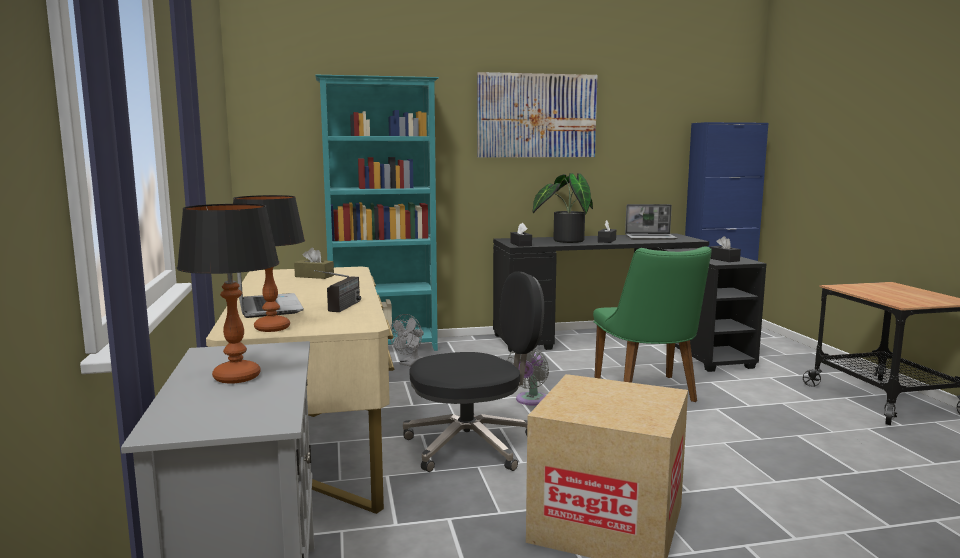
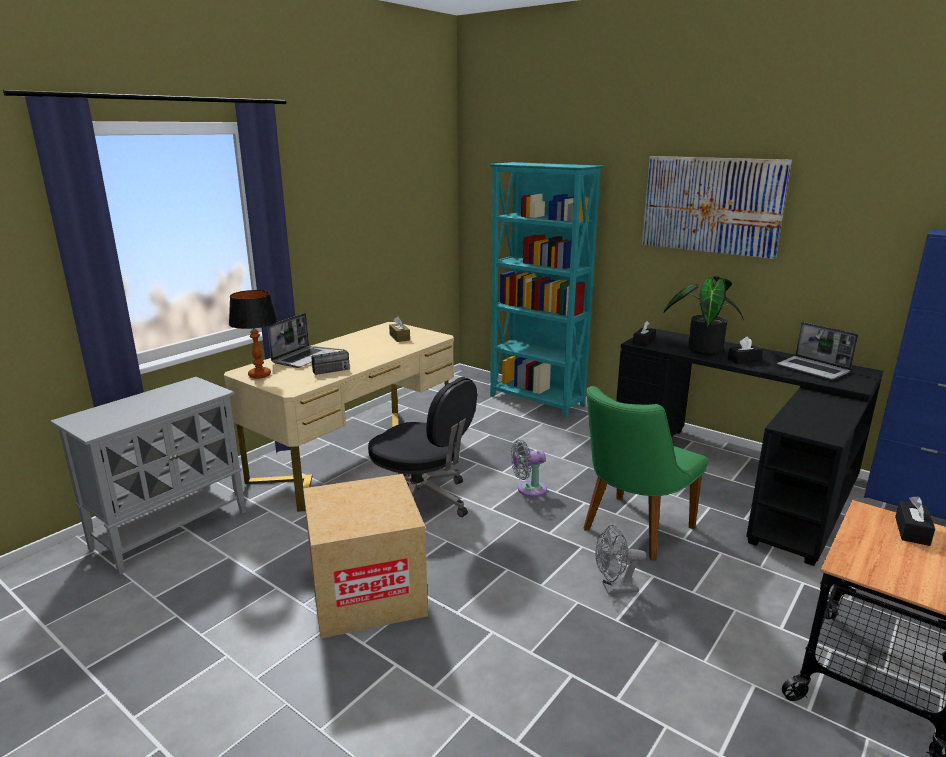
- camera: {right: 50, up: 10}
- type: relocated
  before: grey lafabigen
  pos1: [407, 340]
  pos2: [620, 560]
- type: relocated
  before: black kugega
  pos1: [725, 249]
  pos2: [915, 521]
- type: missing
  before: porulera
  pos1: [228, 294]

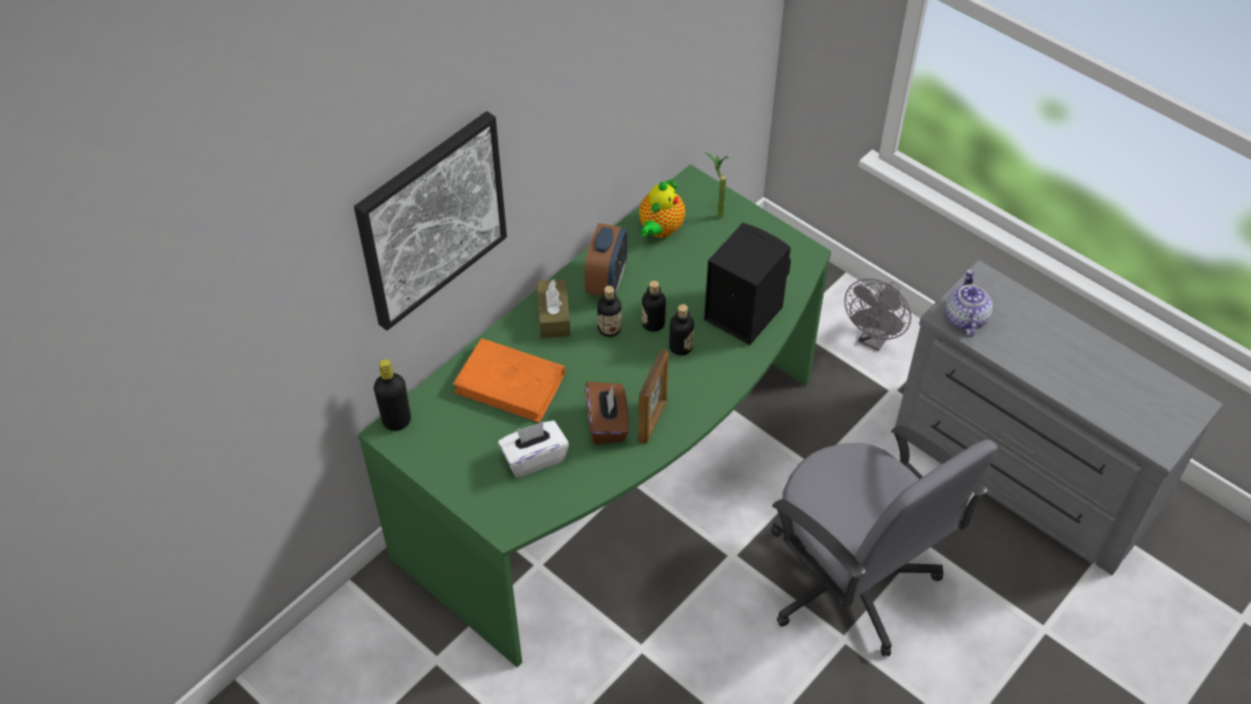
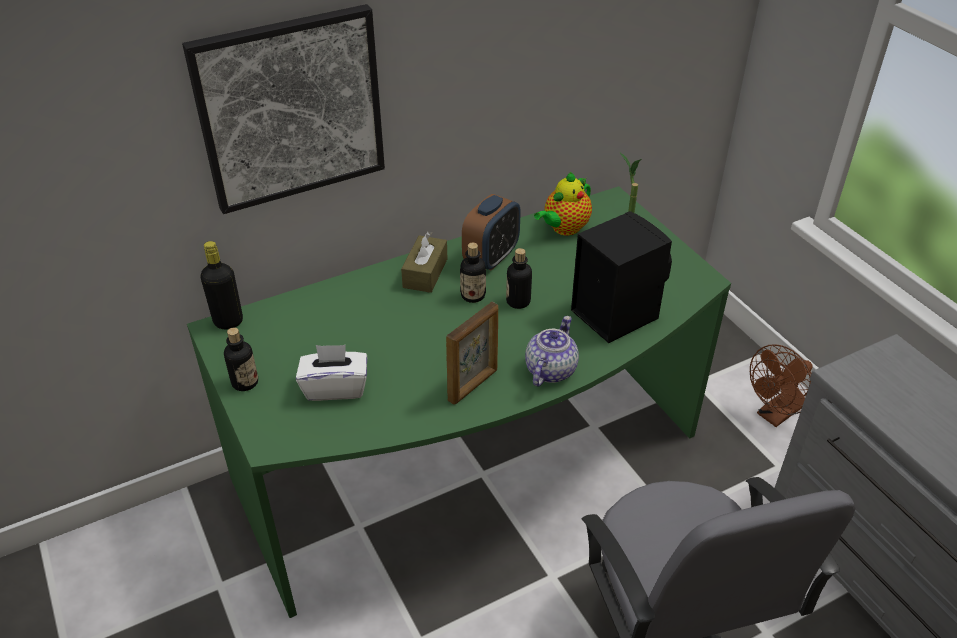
- camera: {right: 20, up: -10}
- type: relocated
  before: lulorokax
  pos1: [681, 330]
  pos2: [241, 359]
- type: relocated
  before: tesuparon
  pos1: [969, 303]
  pos2: [552, 351]
- type: colour
  before: grey lafabigen
  after: brown lafabigen
  pos1: [877, 315]
  pos2: [781, 385]
- type: missing
  before: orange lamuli
  pos1: [509, 380]
- type: missing
  before: brown kugega
  pos1: [607, 413]

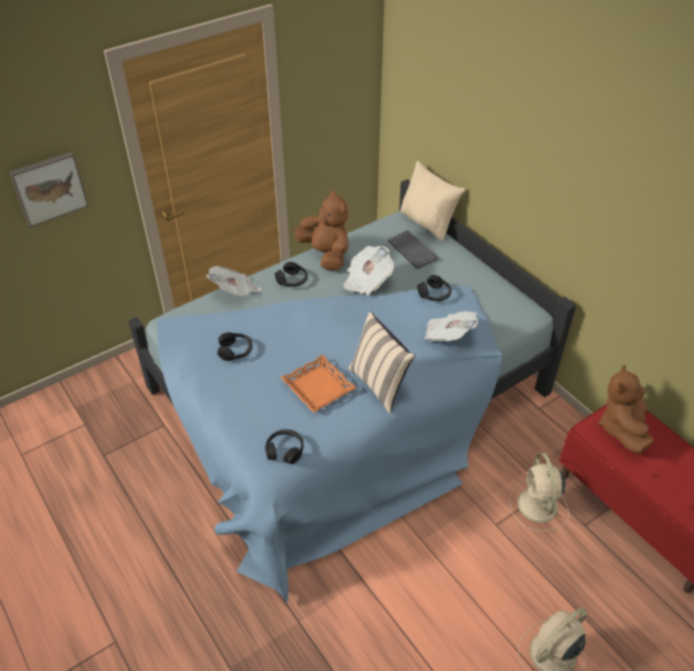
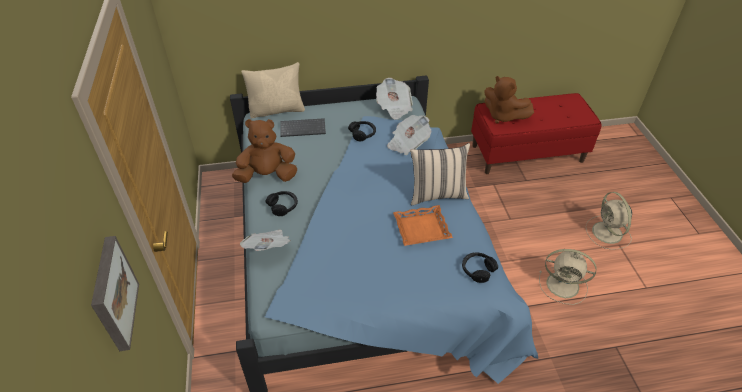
- camera: {right: -65, up: 0}
- type: relocated
  before: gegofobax
  pos1: [368, 270]
  pos2: [394, 99]
- type: relocated
  before: beige lafabigen
  pos1: [539, 492]
  pos2: [567, 277]
- type: missing
  before: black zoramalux
  pos1: [235, 346]

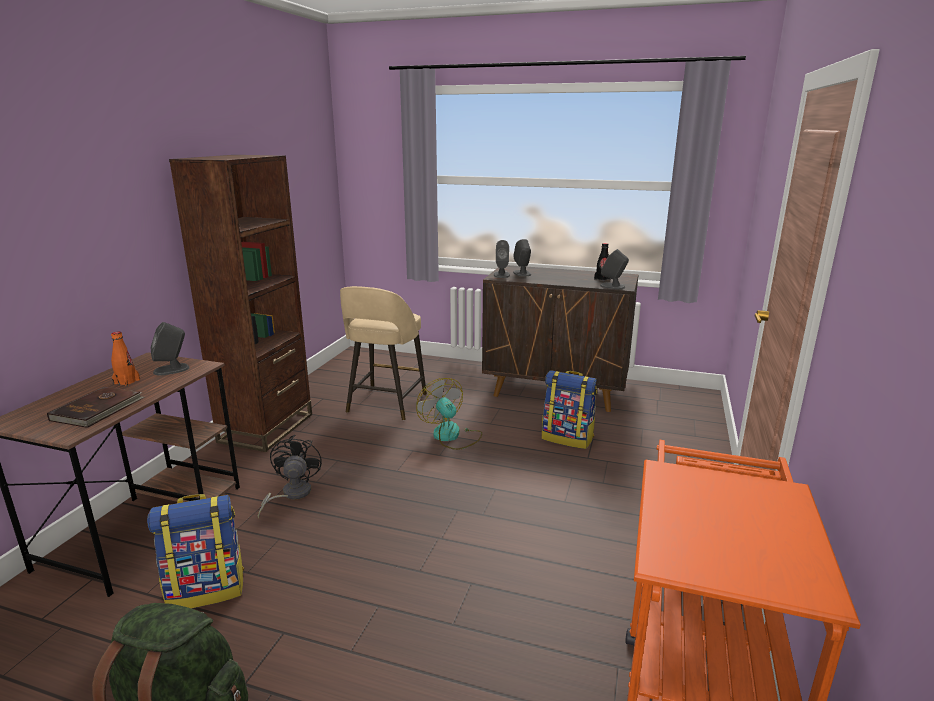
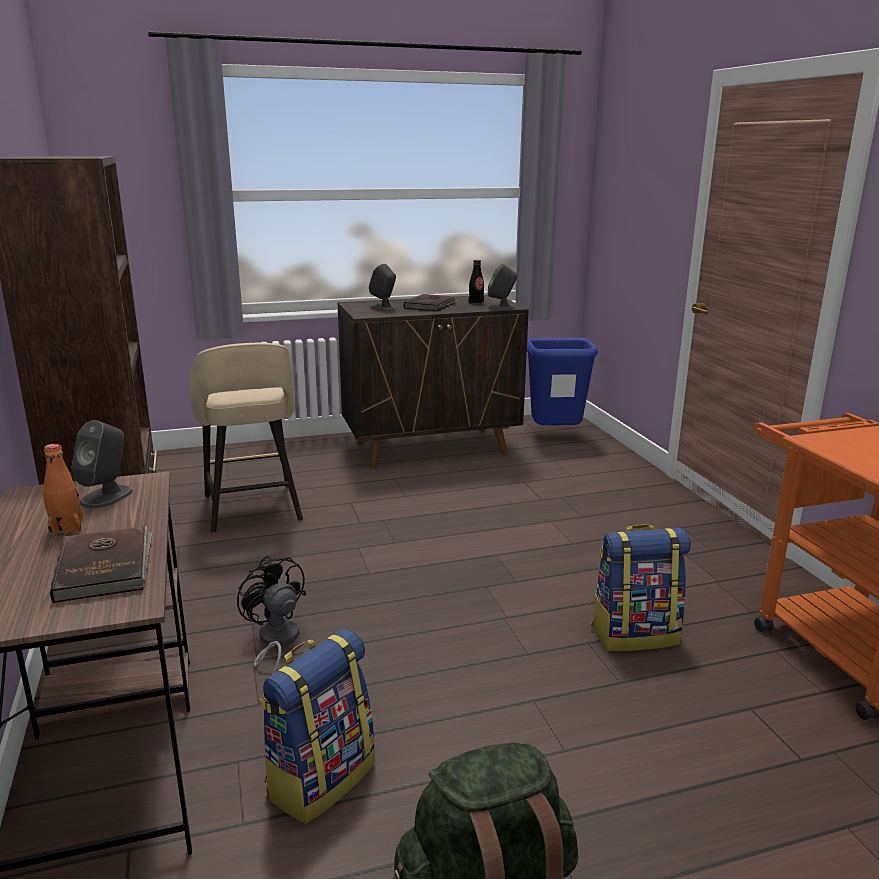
- camera: {right: -35, up: 0}
- type: appeared
  after: brown lamuli
  pos2: [430, 302]
- type: appeared
  after: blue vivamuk
  pos2: [562, 381]
- type: relocated
  before: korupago
  pos1: [569, 409]
  pos2: [641, 587]
- type: missing
  before: lafabigen
  pos1: [449, 414]
- type: missing
  before: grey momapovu
  pos1: [502, 259]

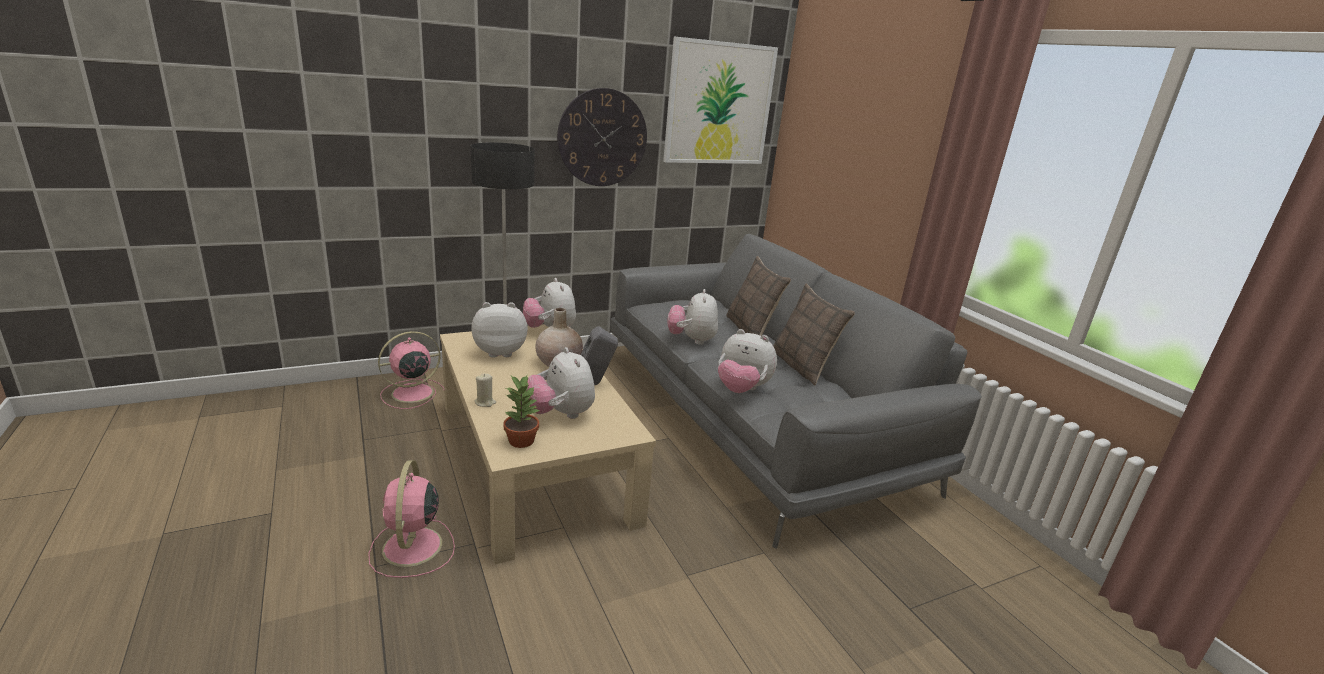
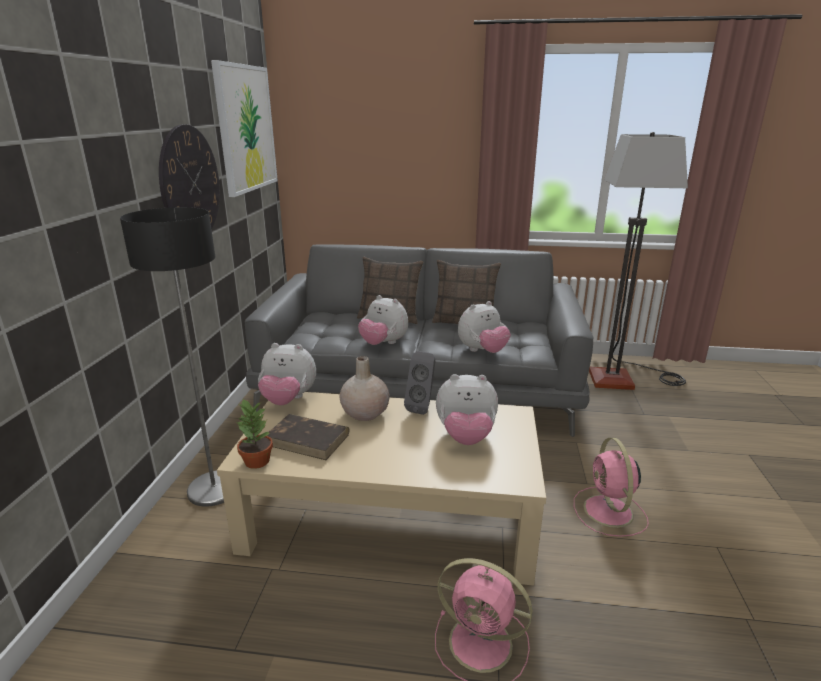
- camera: {right: -55, up: 0}
- type: relocated
  before: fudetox
  pos1: [522, 411]
  pos2: [255, 434]
- type: exchanged
  before: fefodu
  after: brown lamuli
  pos1: [499, 330]
  pos2: [308, 437]
- type: relocated
  before: pink lafabigen
  pos1: [411, 370]
  pos2: [611, 487]
- type: appeared
  after: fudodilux
  pos2: [638, 261]
- type: missing
  before: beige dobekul
  pos1: [485, 390]

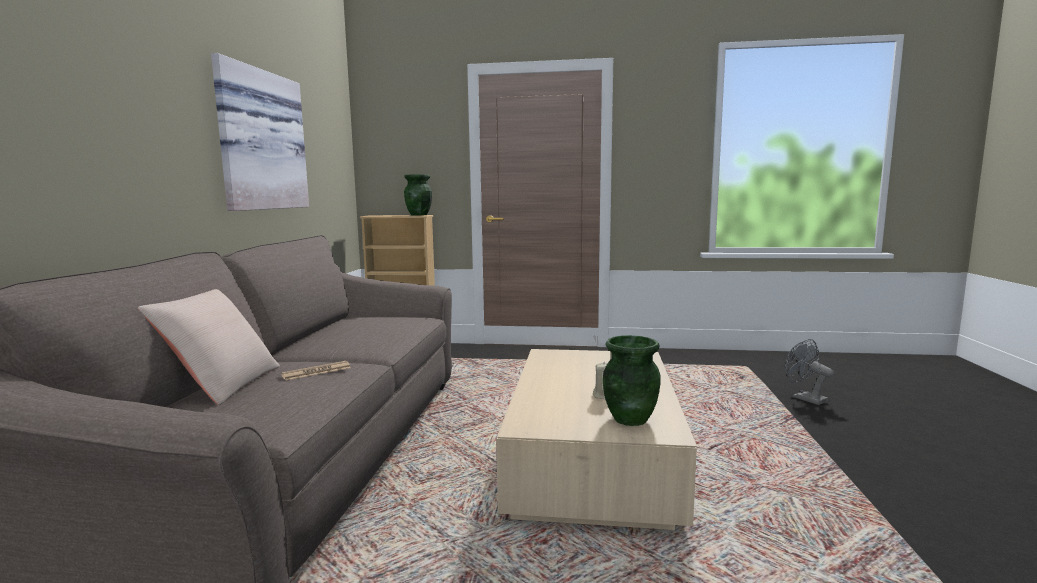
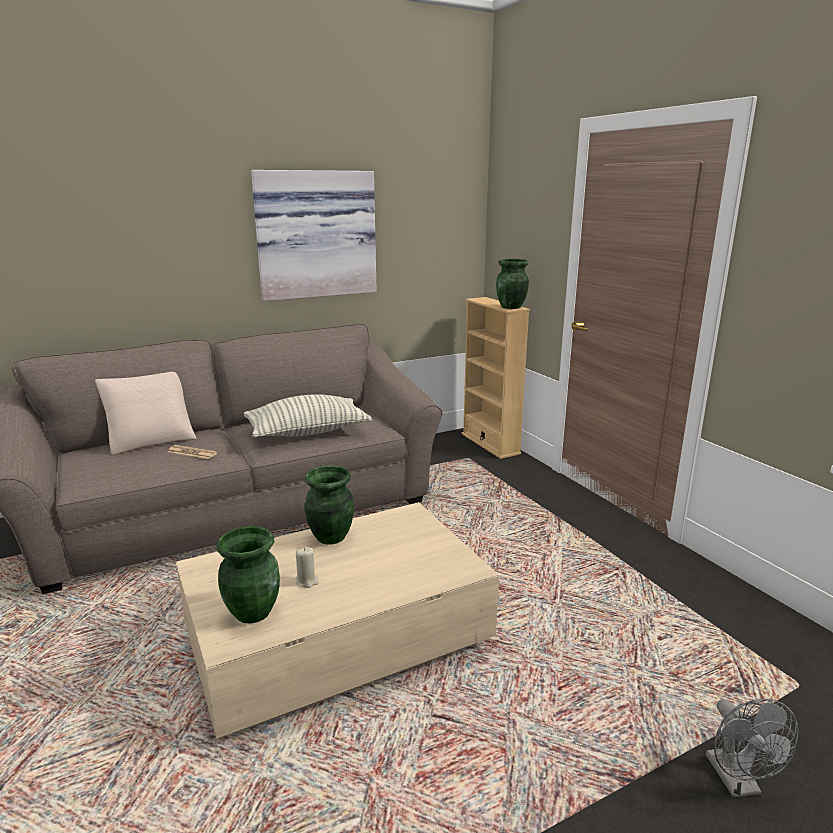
- camera: {right: 55, up: 10}
- type: appeared
  after: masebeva
  pos2: [308, 416]
- type: appeared
  after: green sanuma
  pos2: [329, 504]
- type: spun
  before: grey lafabigen
  pos1: [809, 372]
  pos2: [752, 748]
  turn: 150

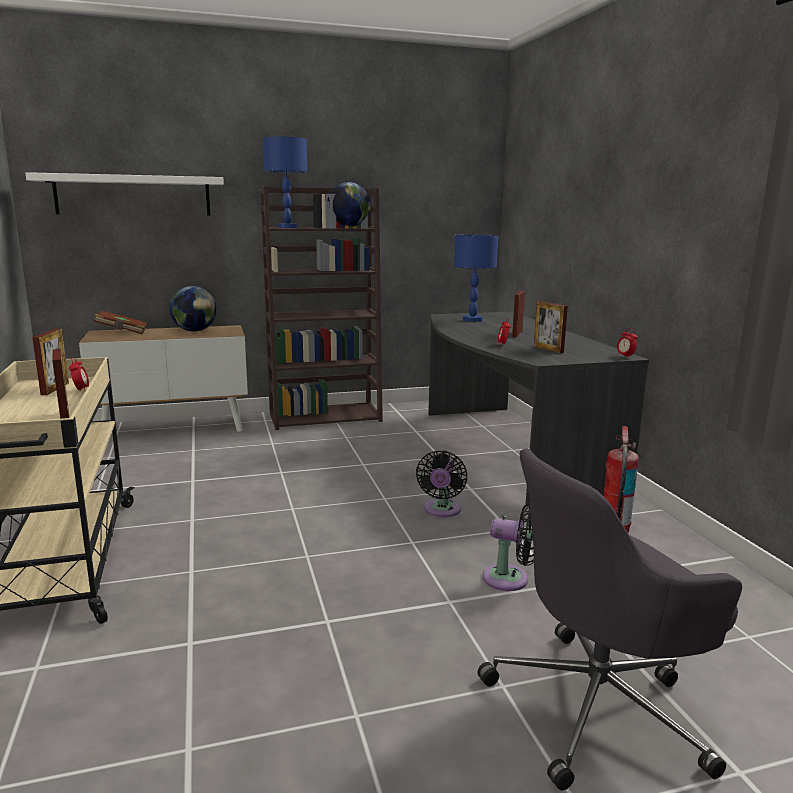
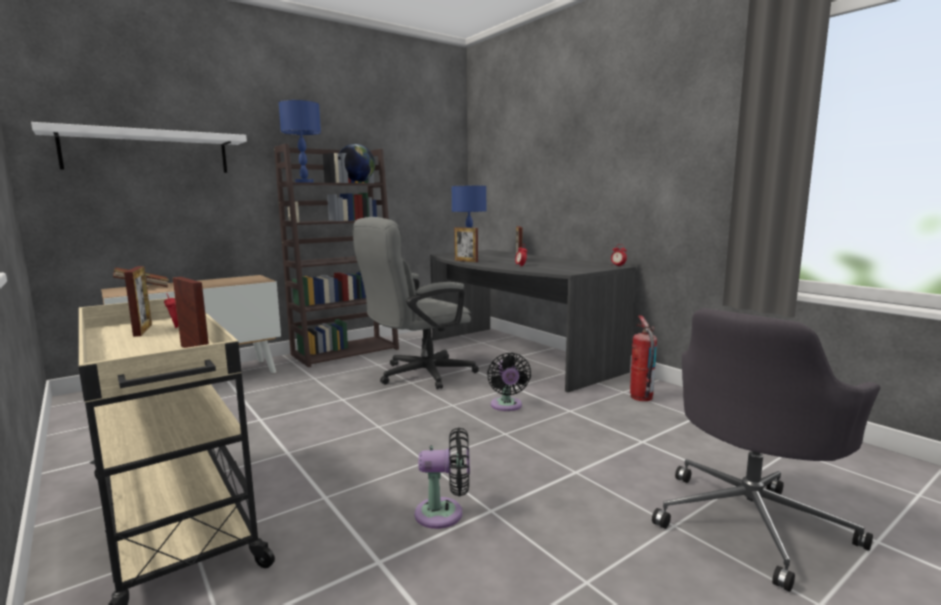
- camera: {right: -20, up: -5}
- type: appeared
  after: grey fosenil
  pos2: [416, 303]
- type: relocated
  before: black lafabigen
  pos1: [508, 547]
  pos2: [442, 478]
- type: relocated
  before: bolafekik
  pos1: [551, 327]
  pos2: [466, 244]
- type: missing
  before: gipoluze
  pos1: [193, 308]

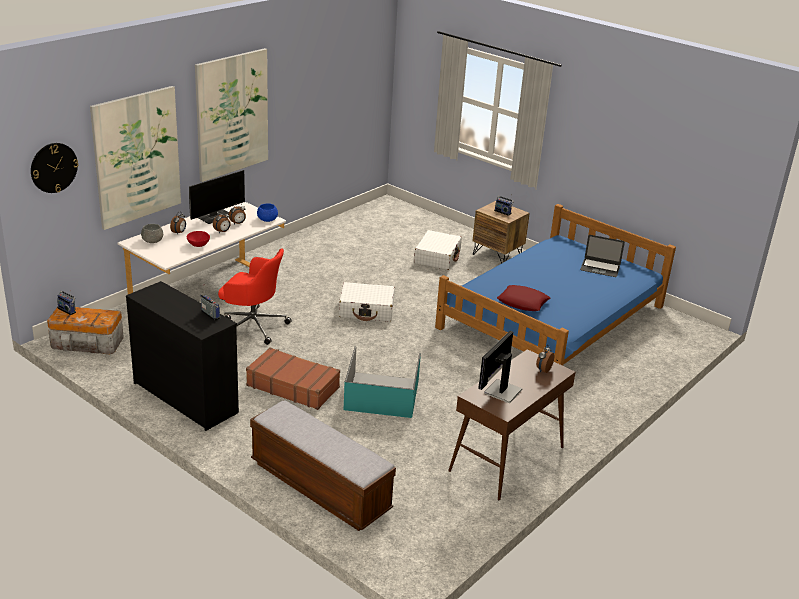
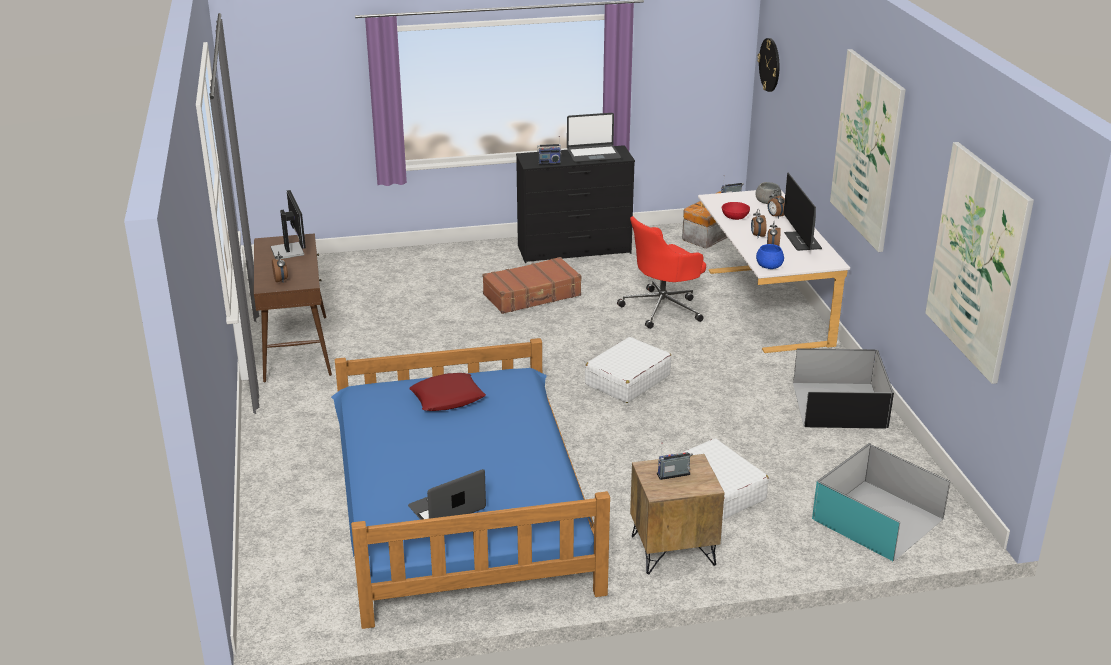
- camera: {right: 130, up: 0}
- type: appeared
  after: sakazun
  pos2: [594, 138]
- type: appeared
  after: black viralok
  pos2: [843, 388]
- type: relocated
  before: turquoise viralok
  pos1: [382, 382]
  pos2: [881, 502]
- type: relocated
  before: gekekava
  pos1: [135, 158]
  pos2: [979, 263]
- type: missing
  before: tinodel
  pos1: [323, 465]

